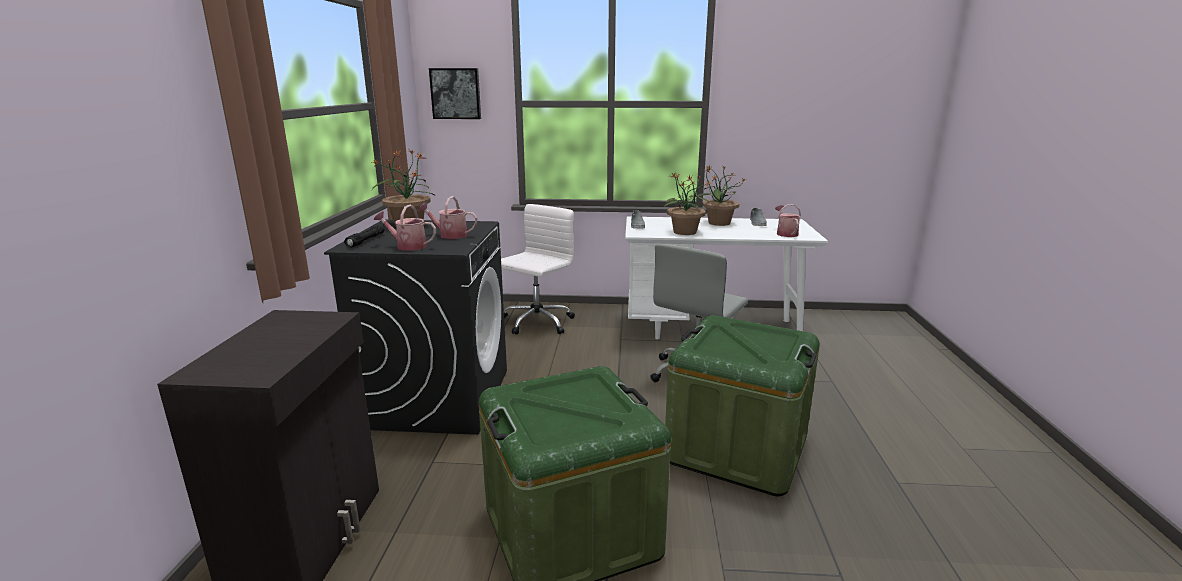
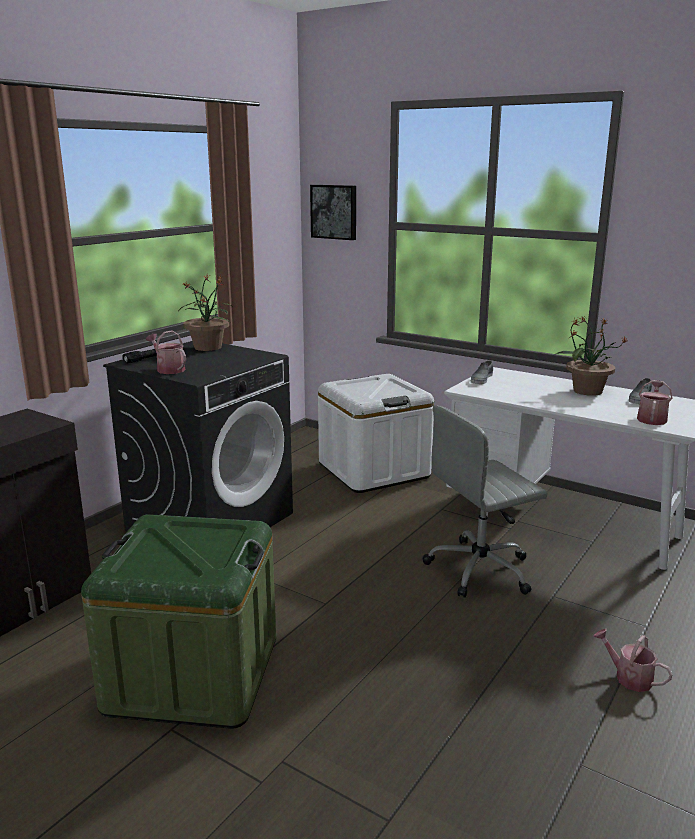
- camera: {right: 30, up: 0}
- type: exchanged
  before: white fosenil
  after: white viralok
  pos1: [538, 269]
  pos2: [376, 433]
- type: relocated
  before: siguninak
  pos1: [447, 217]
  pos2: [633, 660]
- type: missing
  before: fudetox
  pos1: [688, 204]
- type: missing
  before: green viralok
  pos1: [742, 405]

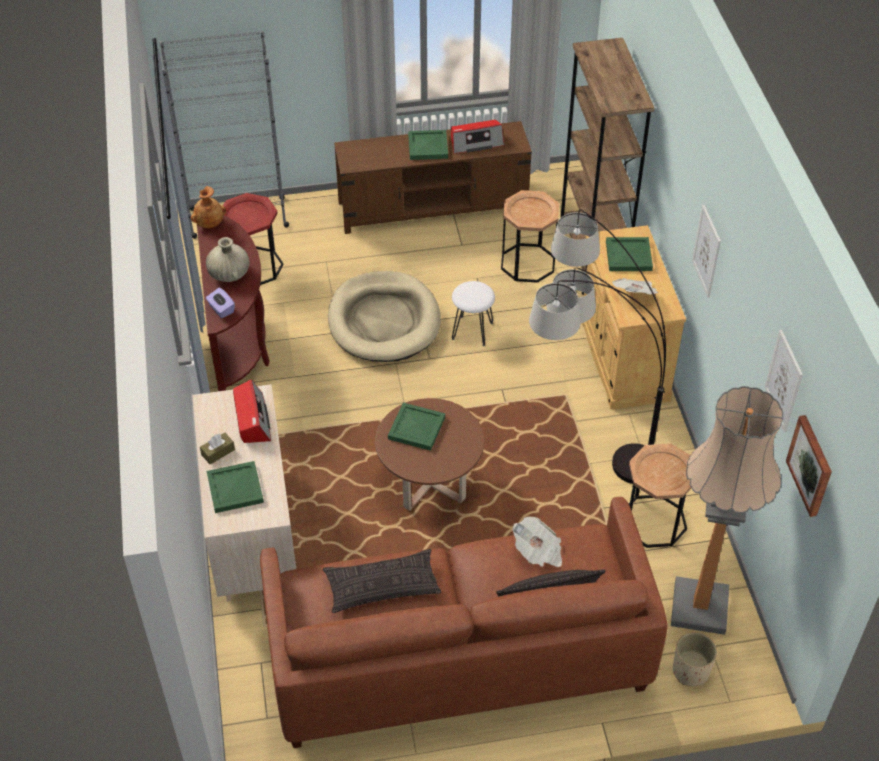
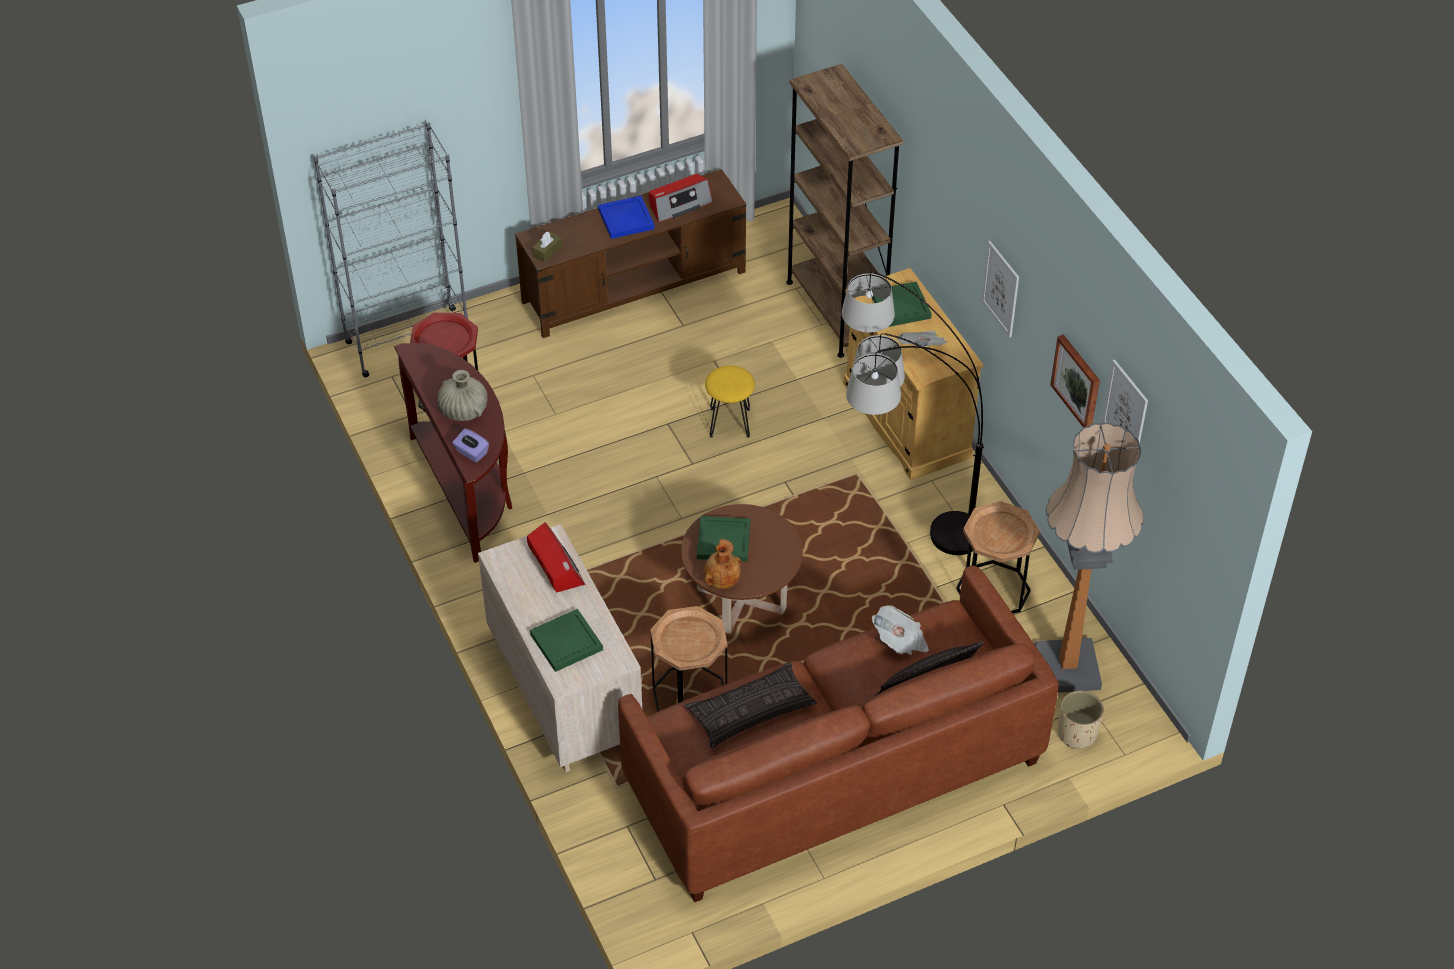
- camera: {right: -15, up: 0}
- type: relocated
  before: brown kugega
  pos1: [217, 448]
  pos2: [547, 247]
- type: colour
  before: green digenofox
  after: blue digenofox
  pos1: [428, 145]
  pos2: [626, 217]
- type: relocated
  before: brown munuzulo
  pos1: [530, 236]
  pos2: [688, 659]
- type: relocated
  before: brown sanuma
  pos1: [208, 207]
  pos2: [722, 564]
- type: colour
  before: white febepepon
  after: yellow febepepon
  pos1: [473, 313]
  pos2: [730, 401]
- type: relocated
  before: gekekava
  pos1: [809, 466]
  pos2: [1075, 380]
- type: missing
  before: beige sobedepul
  pos1: [384, 316]

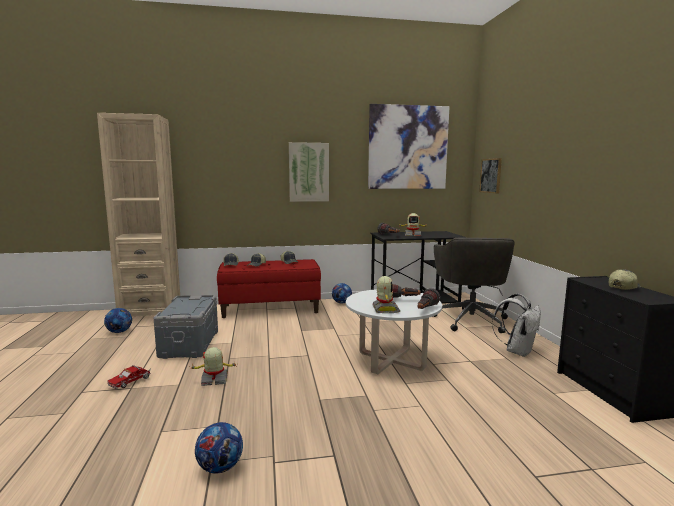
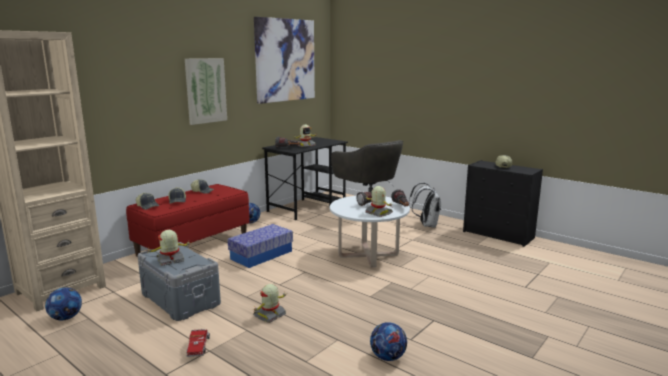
- camera: {right: -40, up: 5}
- type: appeared
  after: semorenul
  pos2: [168, 248]
- type: appeared
  after: viralok
  pos2: [260, 246]
- type: missing
  before: gekekava
  pos1: [490, 175]

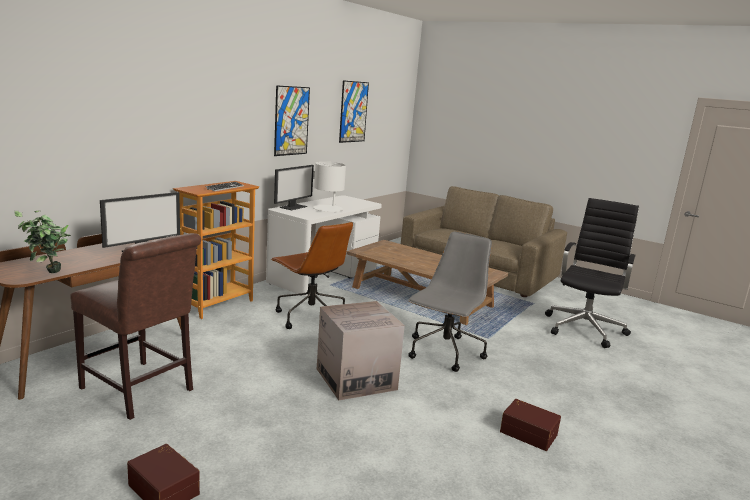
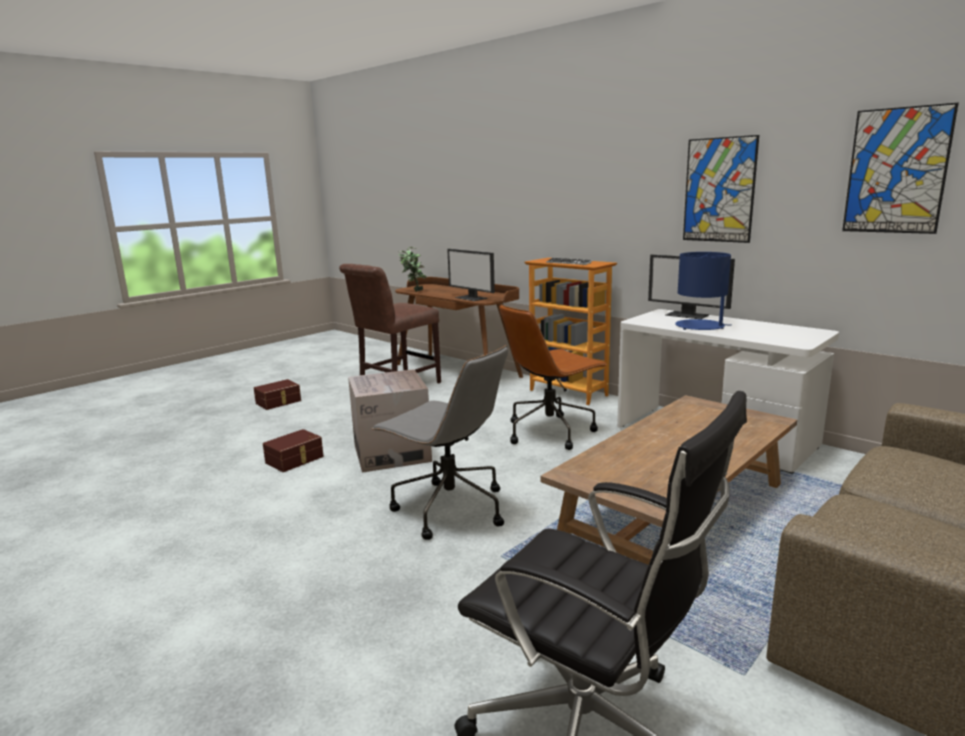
- camera: {right: 100, up: 0}
- type: relocated
  before: brown viralok
  pos1: [530, 425]
  pos2: [293, 450]
- type: colour
  before: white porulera
  after: blue porulera
  pos1: [329, 187]
  pos2: [703, 291]

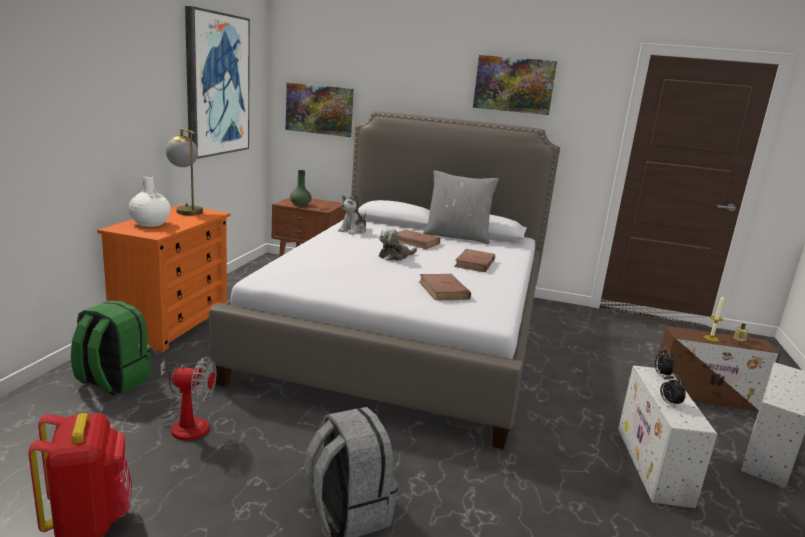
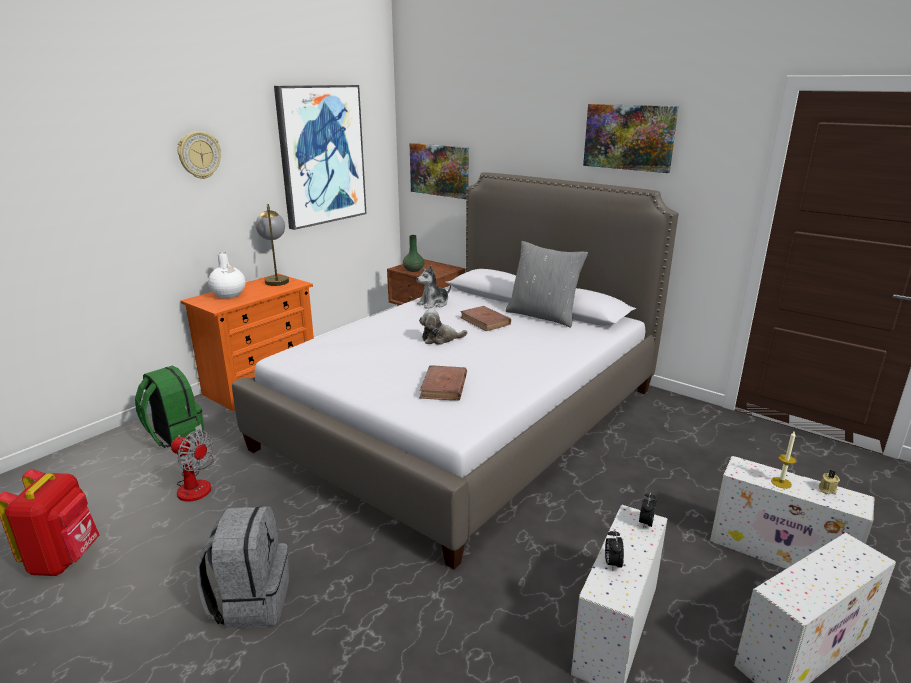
- camera: {right: 25, up: 5}
- type: appeared
  after: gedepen
  pos2: [199, 155]
- type: colour
  before: brown viralok
  after: white viralok
  pos1: [719, 368]
  pos2: [792, 512]
- type: missing
  before: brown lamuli
  pos1: [474, 260]

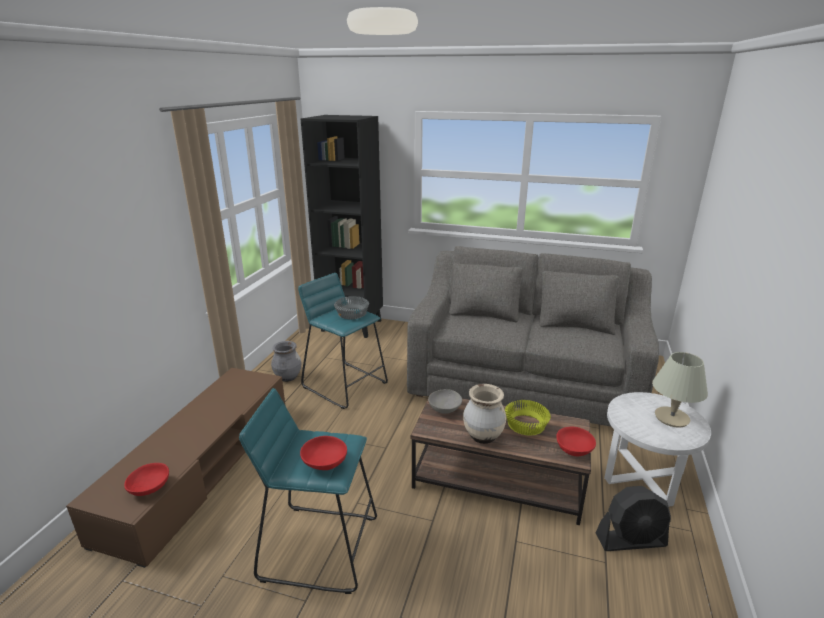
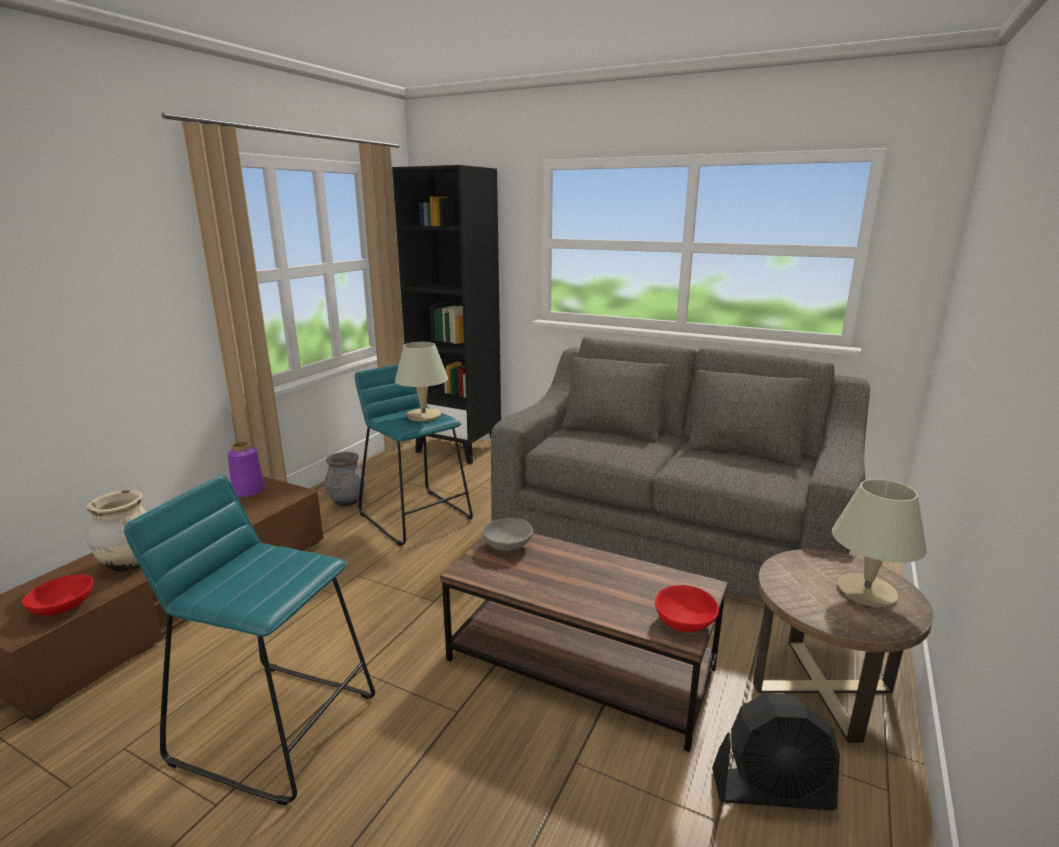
- camera: {right: 10, up: -5}
- type: relocated
  before: beige sanuma
  pos1: [485, 414]
  pos2: [117, 531]
- type: appeared
  after: purple sanuma
  pos2: [246, 469]
- type: exchanged
  before: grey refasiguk
  after: beige porulera
  pos1: [351, 307]
  pos2: [421, 381]
- type: colour
  before: white munuzulo
  after: brown munuzulo
  pos1: [657, 449]
  pos2: [843, 646]
- type: missing
  before: red refasiguk
  pos1: [323, 453]
- type: missing
  before: yellow refasiguk
  pos1: [528, 417]

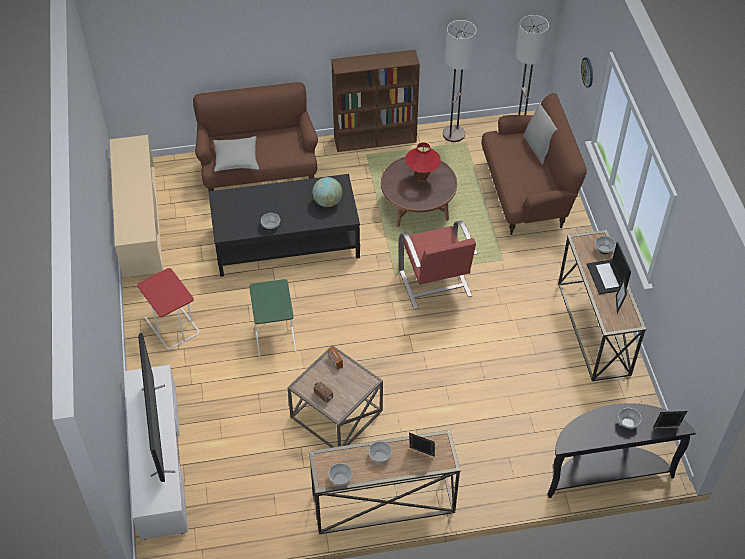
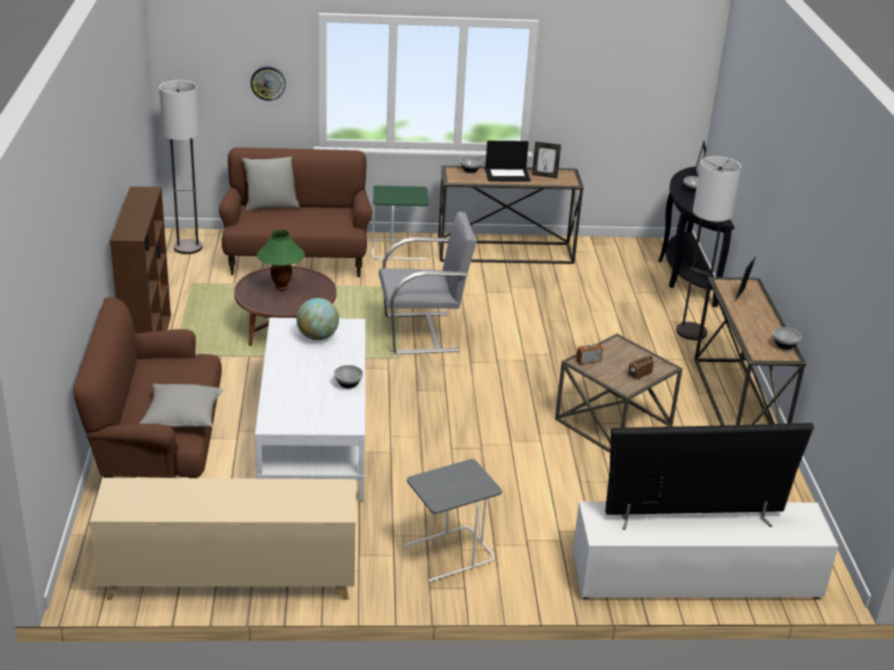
- camera: {right: -85, up: -20}
- type: colour
  before: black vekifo
  after: white vekifo
  pos1: [284, 225]
  pos2: [310, 409]
- type: colour
  before: red porulera
  after: green porulera
  pos1: [423, 162]
  pos2: [281, 260]
- type: relocated
  before: green munuzulo
  pos1: [273, 318]
  pos2: [400, 223]
- type: colour
  before: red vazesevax
  after: grey vazesevax
  pos1: [438, 265]
  pos2: [428, 283]
- type: colour
  before: red munuzulo
  after: grey munuzulo
  pos1: [168, 309]
  pos2: [452, 520]
- type: relocated
  before: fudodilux
  pos1: [460, 81]
  pos2: [708, 248]
- type: missing
  before: refasiguk
  pos1: [380, 452]

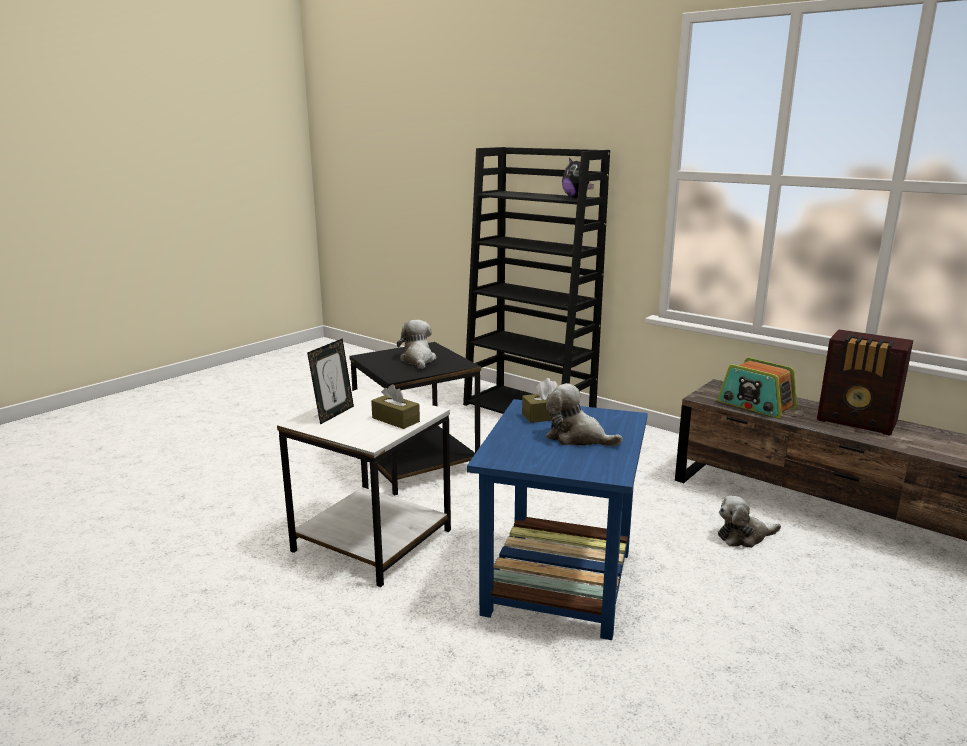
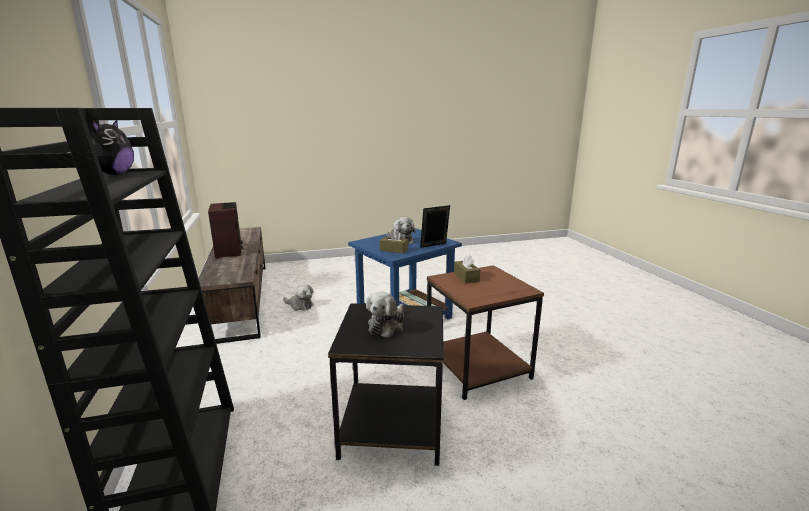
- camera: {right: -145, up: 0}
- type: relocated
  before: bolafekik
  pos1: [330, 381]
  pos2: [435, 226]
- type: colour
  before: white munuzulo
  after: brown munuzulo
  pos1: [364, 487]
  pos2: [485, 332]
- type: missing
  before: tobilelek
  pos1: [757, 387]

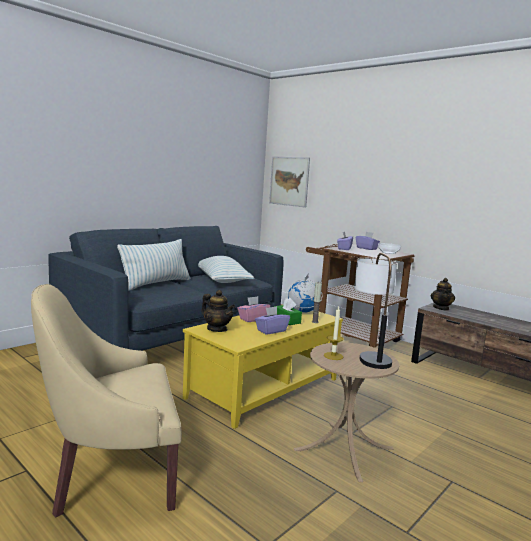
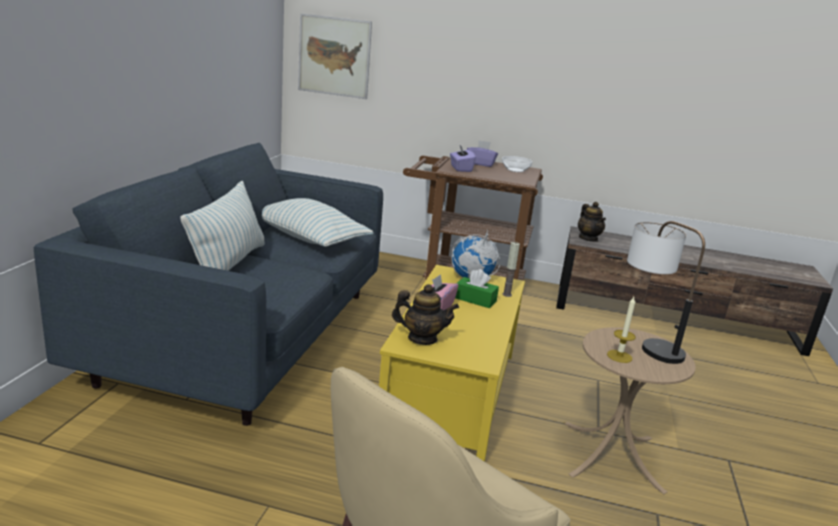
- camera: {right: -30, up: 10}
- type: missing
  before: purple kugega
  pos1: [272, 320]

